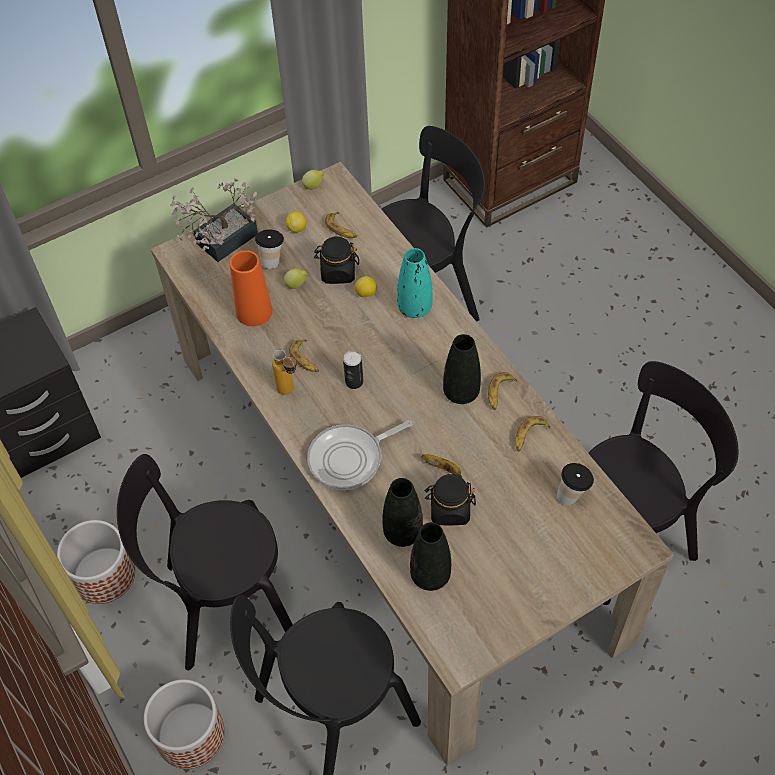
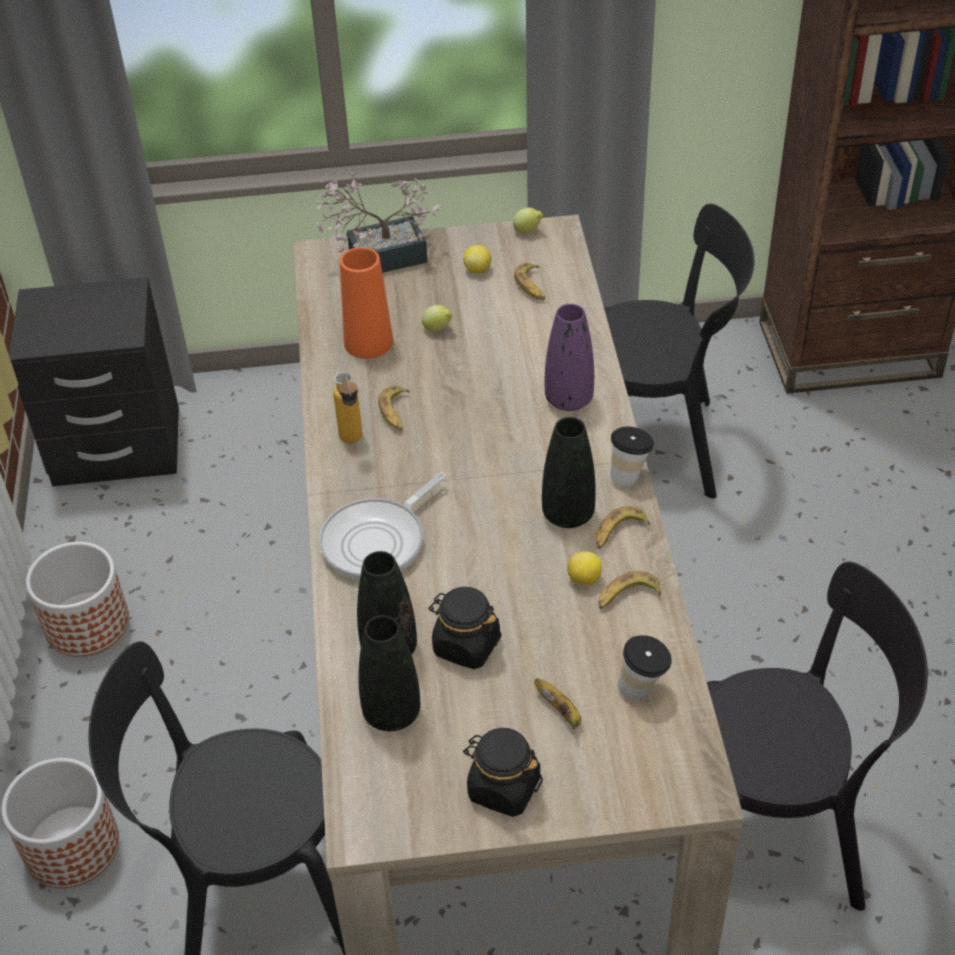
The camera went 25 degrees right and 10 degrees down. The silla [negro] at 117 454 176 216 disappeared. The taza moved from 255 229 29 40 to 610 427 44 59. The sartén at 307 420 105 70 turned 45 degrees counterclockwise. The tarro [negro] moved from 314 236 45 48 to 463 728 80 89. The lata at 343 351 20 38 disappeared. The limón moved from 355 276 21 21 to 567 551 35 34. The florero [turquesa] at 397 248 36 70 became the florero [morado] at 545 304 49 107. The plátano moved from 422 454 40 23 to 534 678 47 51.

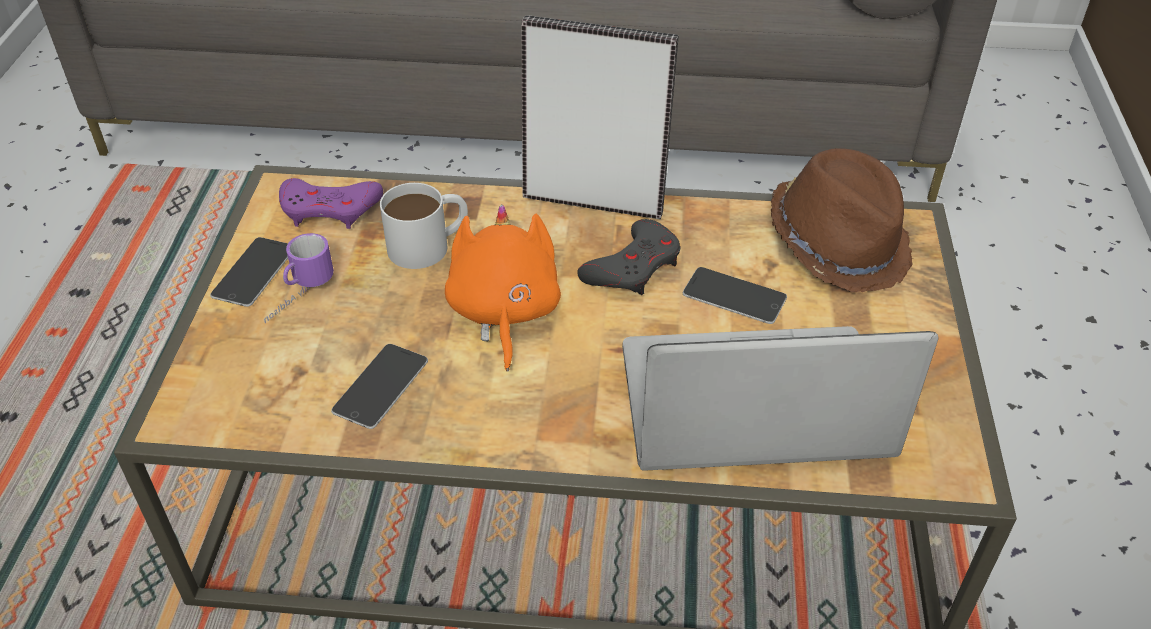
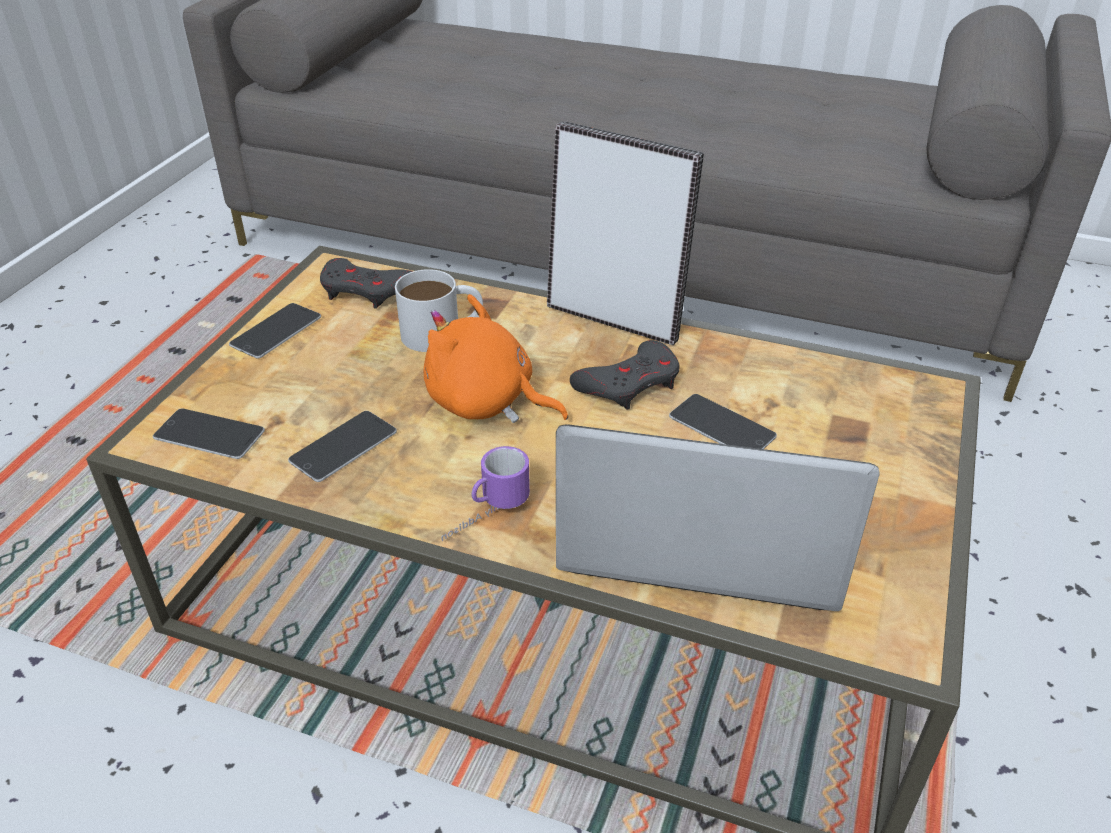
The camera went 15 degrees right and 5 degrees down. The taza grande moved from 264 233 70 90 to 441 446 89 95. The mando de consola [morado] at 279 178 104 51 became the mando de consola [gris] at 320 258 93 51. The peluche [naranja] at 445 205 116 167 turned 75 degrees counterclockwise. The sombrero [marrón] at 771 148 142 144 disappeared. The móvil at 153 409 112 50 appeared.

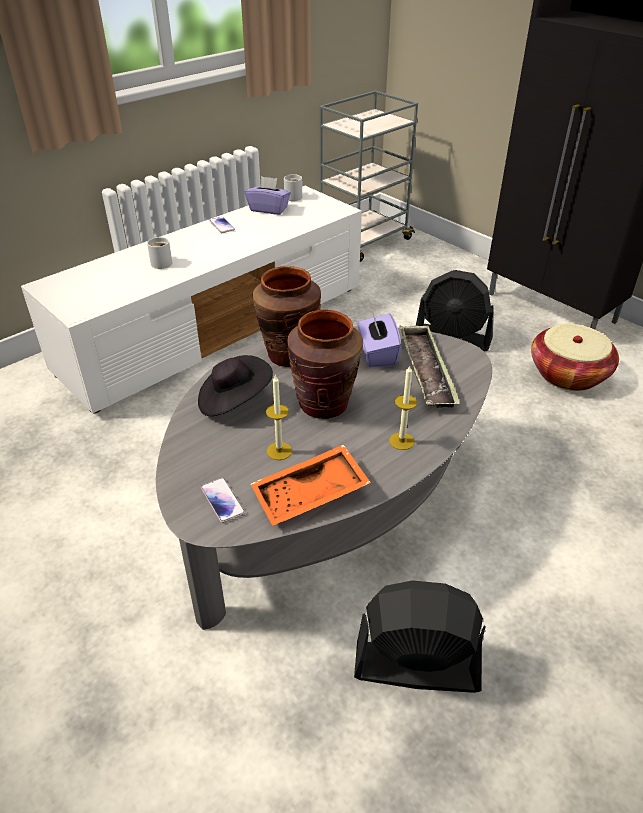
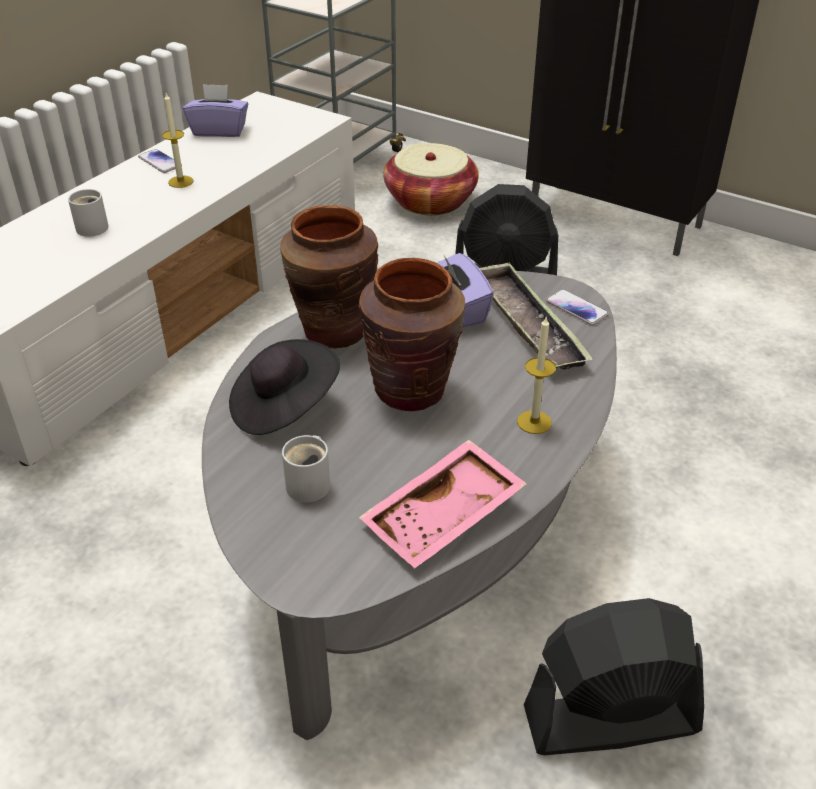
The camera went 15 degrees left and 0 degrees up. The móvil moved from 201 478 44 45 to 546 289 63 36. The bandeja [naranja] at 251 444 120 82 became the bandeja [rosa] at 359 439 168 129. The vela moved from 266 374 26 86 to 162 93 32 95. The taza grande [blanco] moved from 284 174 19 27 to 282 435 48 68. The cesta moved from 531 324 88 67 to 384 143 95 73.

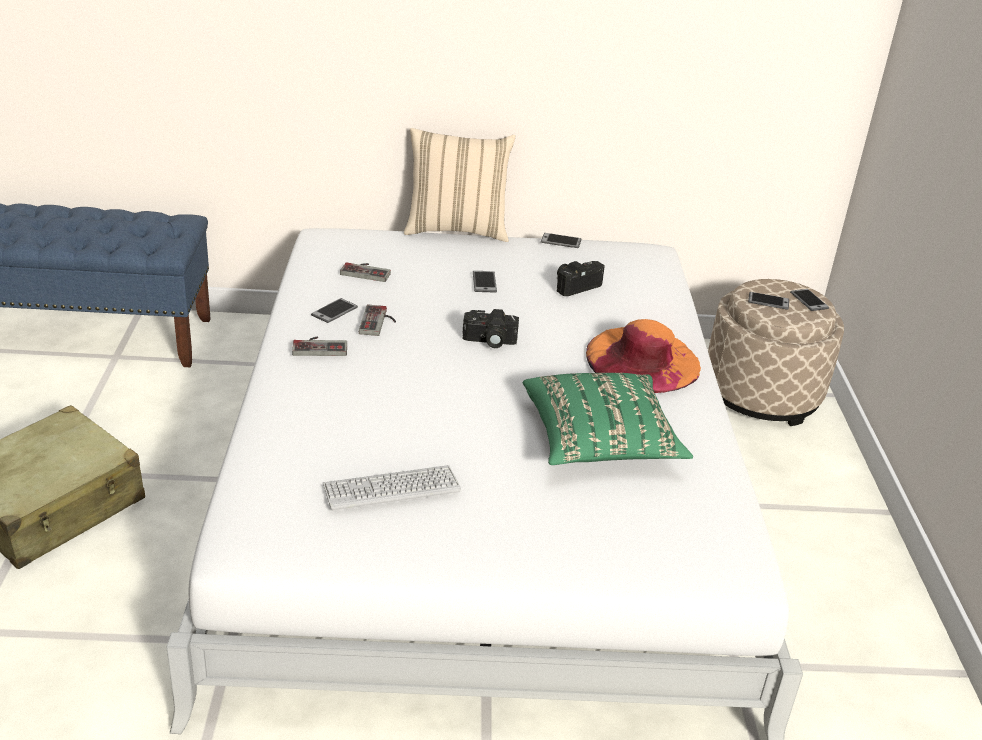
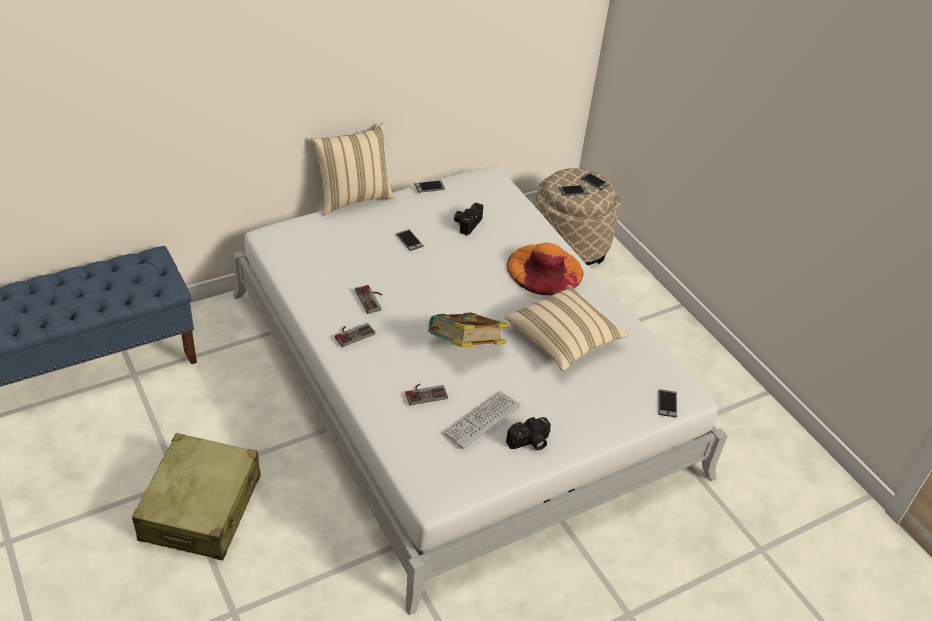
The camera went 30 degrees left and 10 degrees up. The móvil moved from 311 298 47 25 to 659 389 18 29. The mando de consola moved from 340 263 51 19 to 405 383 43 23. The cámara moved from 462 309 57 39 to 506 417 45 33. The cojín [verde] at 523 373 170 92 became the cojín [beis] at 505 285 124 86. The libro at 428 312 81 35 appeared.

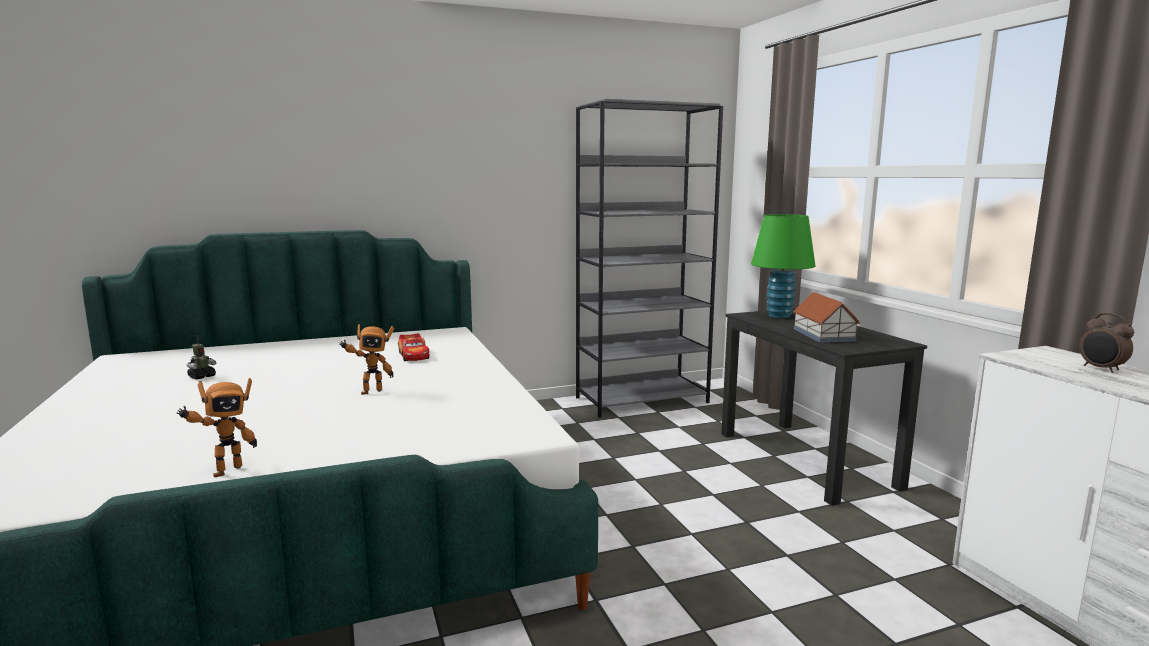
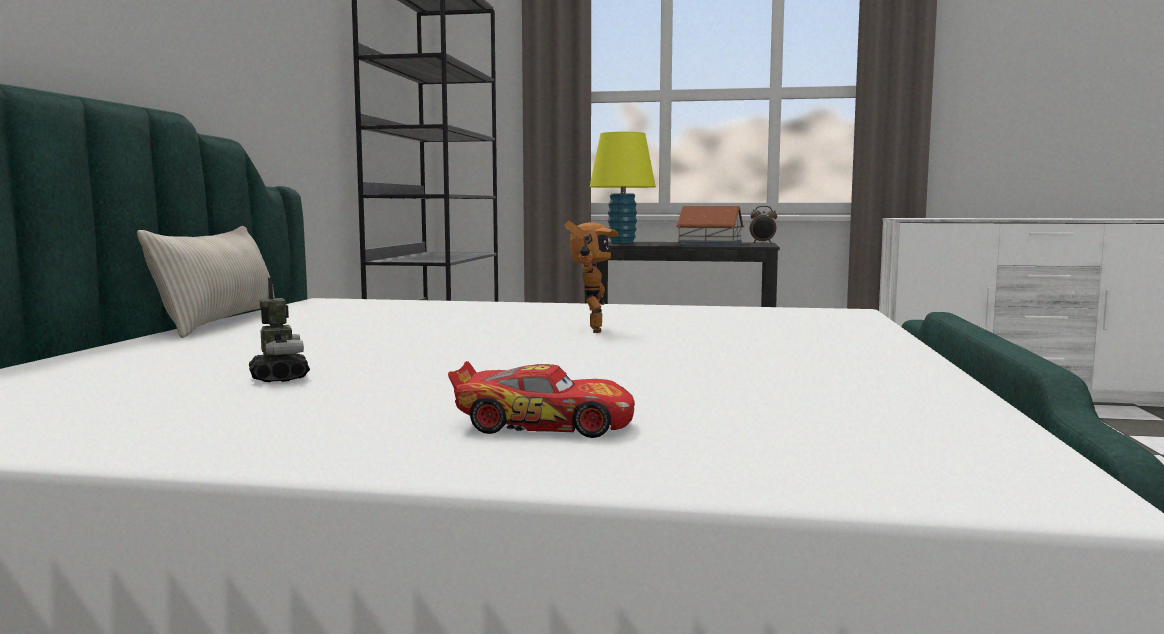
The camera went 60 degrees left and 5 degrees down. The robot de juguete at 177 378 80 100 disappeared. The coche de juguete moved from 398 333 31 28 to 448 361 187 77. The lámpara de mesa [verde] at 751 214 64 104 became the lámpara de mesa [amarillo] at 590 132 66 112. The despertador moved from 1079 313 55 60 to 749 206 28 37. The cojín [beis] at 137 226 138 112 appeared.

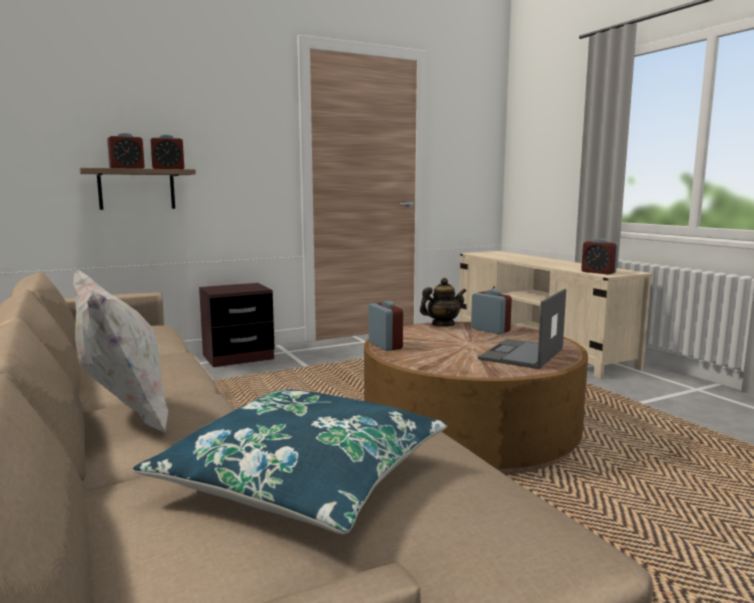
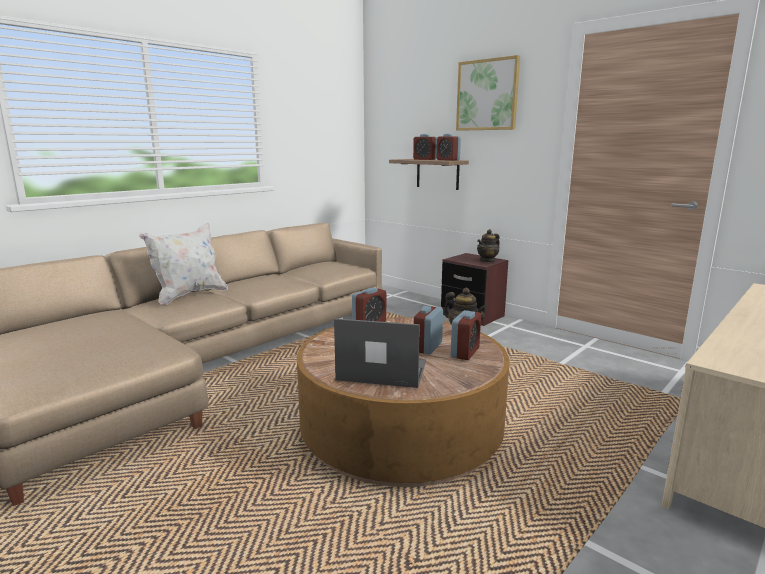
The camera went 70 degrees right and 5 degrees up. The cojín [azul] at 133 389 314 146 disappeared. The despertador moved from 581 239 37 35 to 414 306 29 49. The cuadro at 456 55 64 76 appeared. The tetera at 477 229 23 34 appeared.

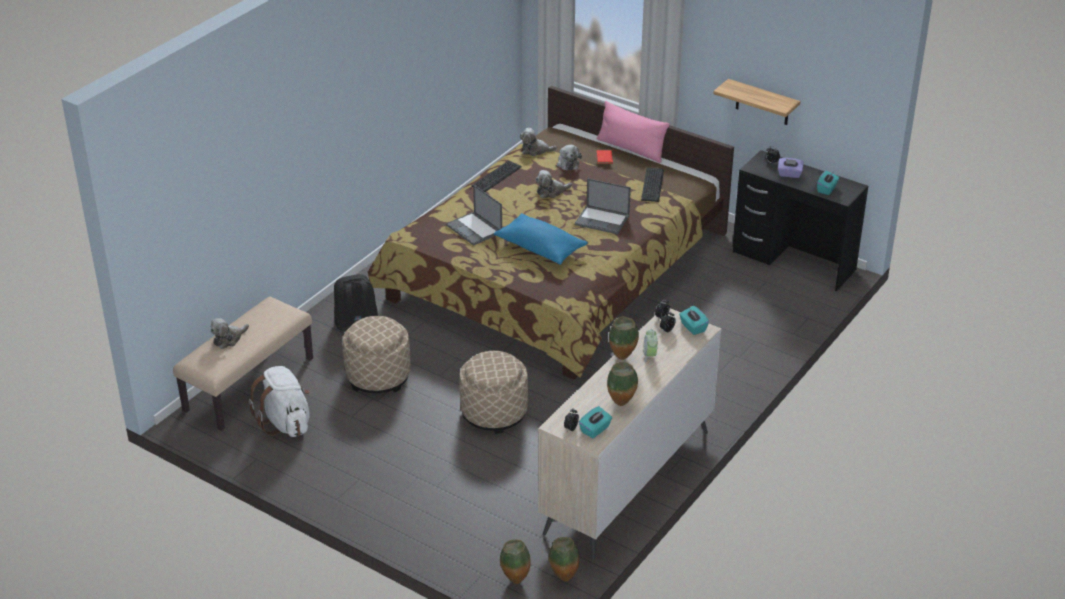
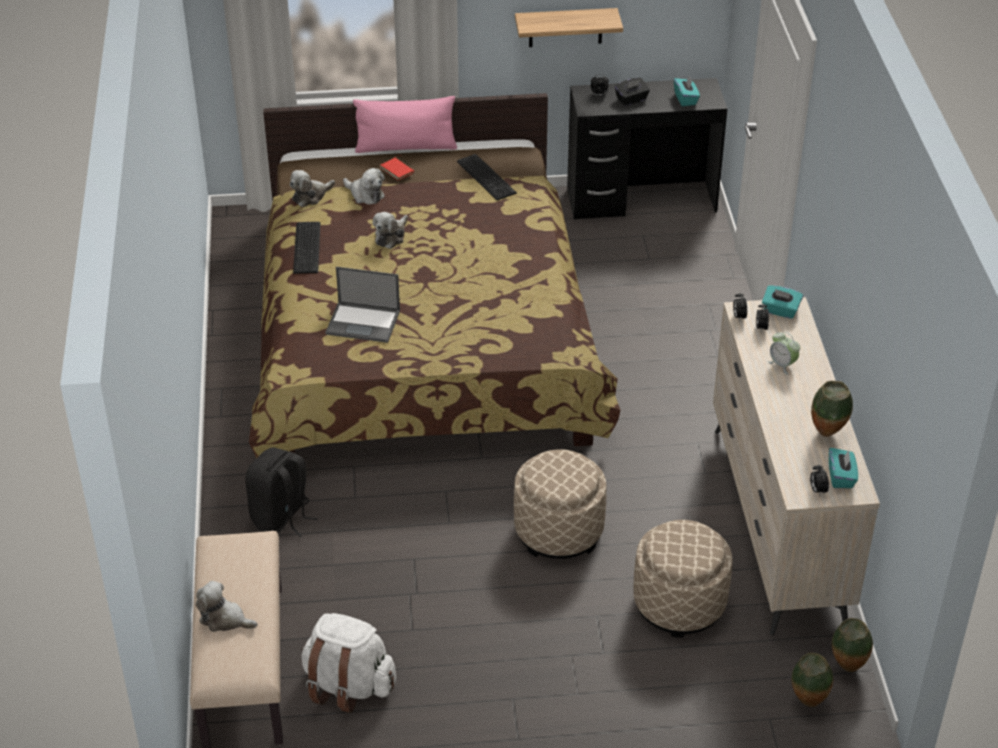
The camera went 40 degrees left and 5 degrees up. The peluche at 211 318 38 31 turned 105 degrees clockwise. The puf [beis] moved from 343 316 68 77 to 633 520 100 118. The cojín [azul] at 494 213 94 52 disappeared. The portátil at 575 178 56 56 disappeared. The florero at 609 317 30 43 disappeared. The caja de pañuelos [morado] at 778 158 26 20 became the caja de pañuelos [negro] at 615 78 35 28.

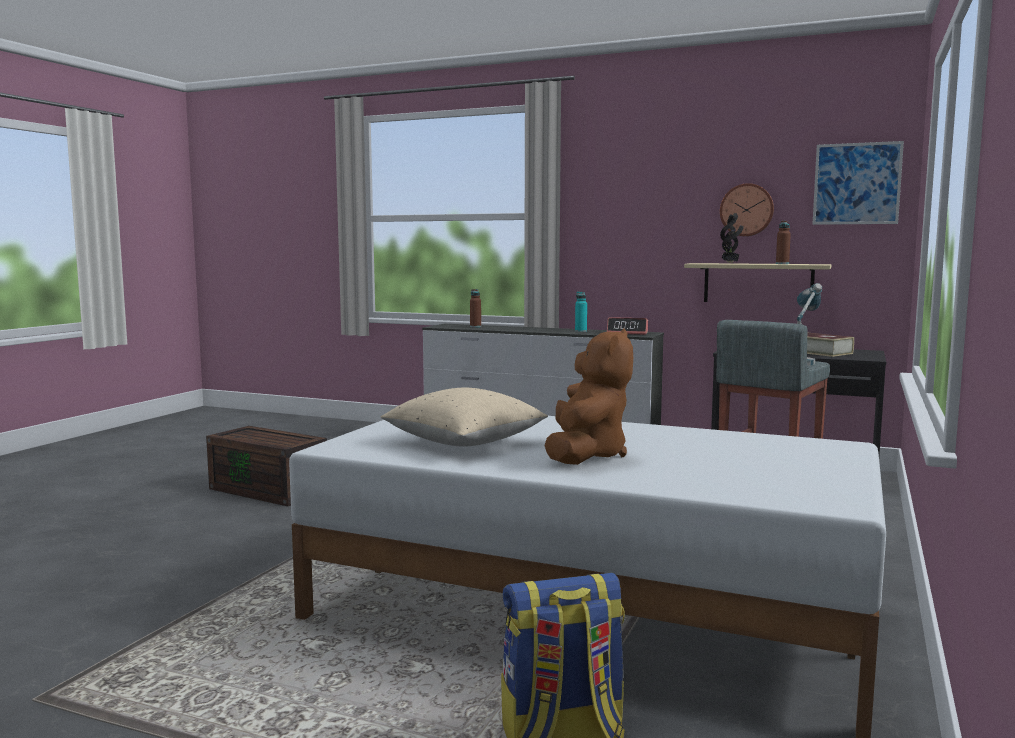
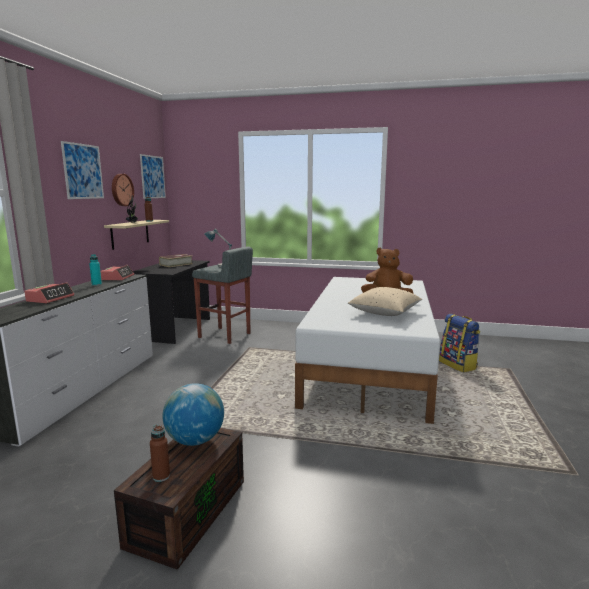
The camera went 100 degrees left and 5 degrees up. The botella [marrón] moved from 470 289 11 38 to 150 425 20 57. The despertador at 24 282 50 21 appeared. The cuadro at 61 141 43 58 appeared. The globo terráqueo at 163 383 61 63 appeared.

